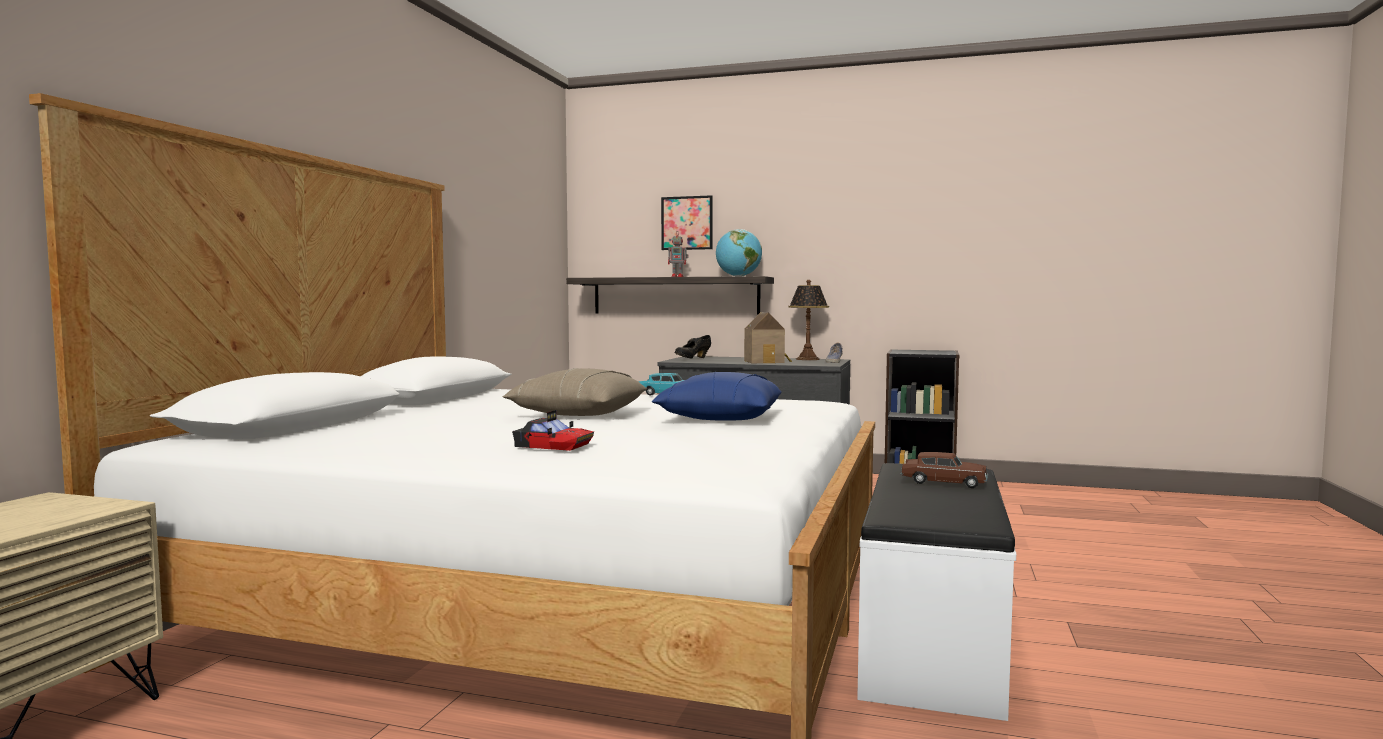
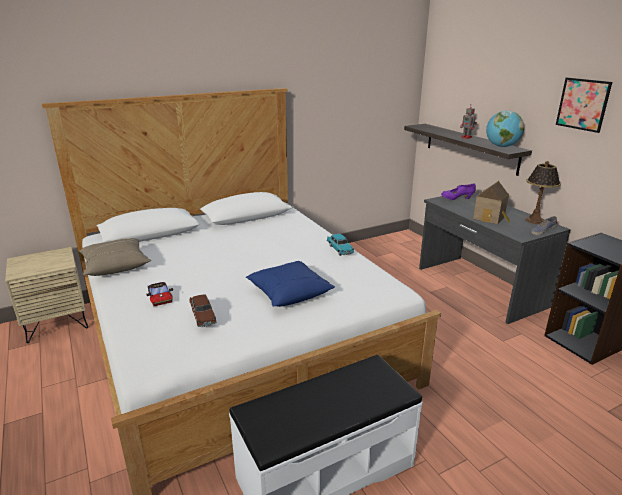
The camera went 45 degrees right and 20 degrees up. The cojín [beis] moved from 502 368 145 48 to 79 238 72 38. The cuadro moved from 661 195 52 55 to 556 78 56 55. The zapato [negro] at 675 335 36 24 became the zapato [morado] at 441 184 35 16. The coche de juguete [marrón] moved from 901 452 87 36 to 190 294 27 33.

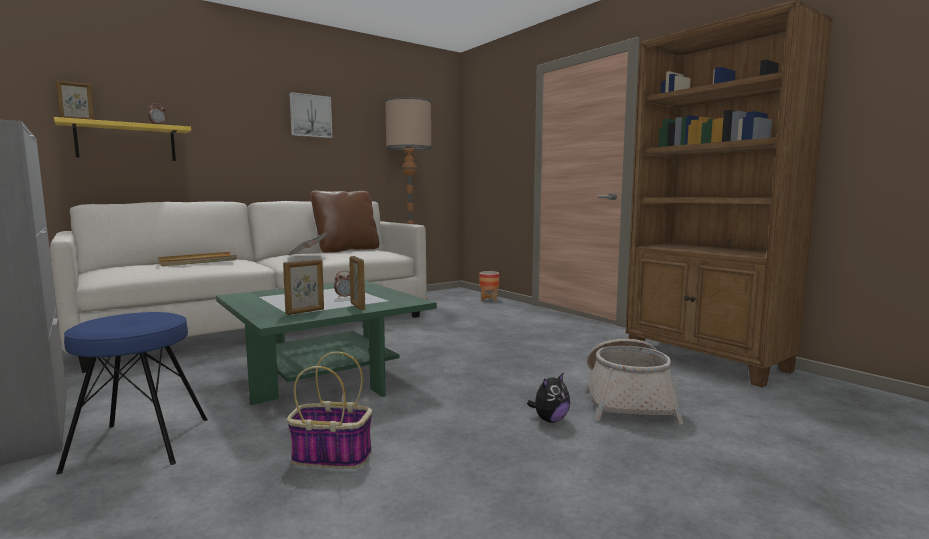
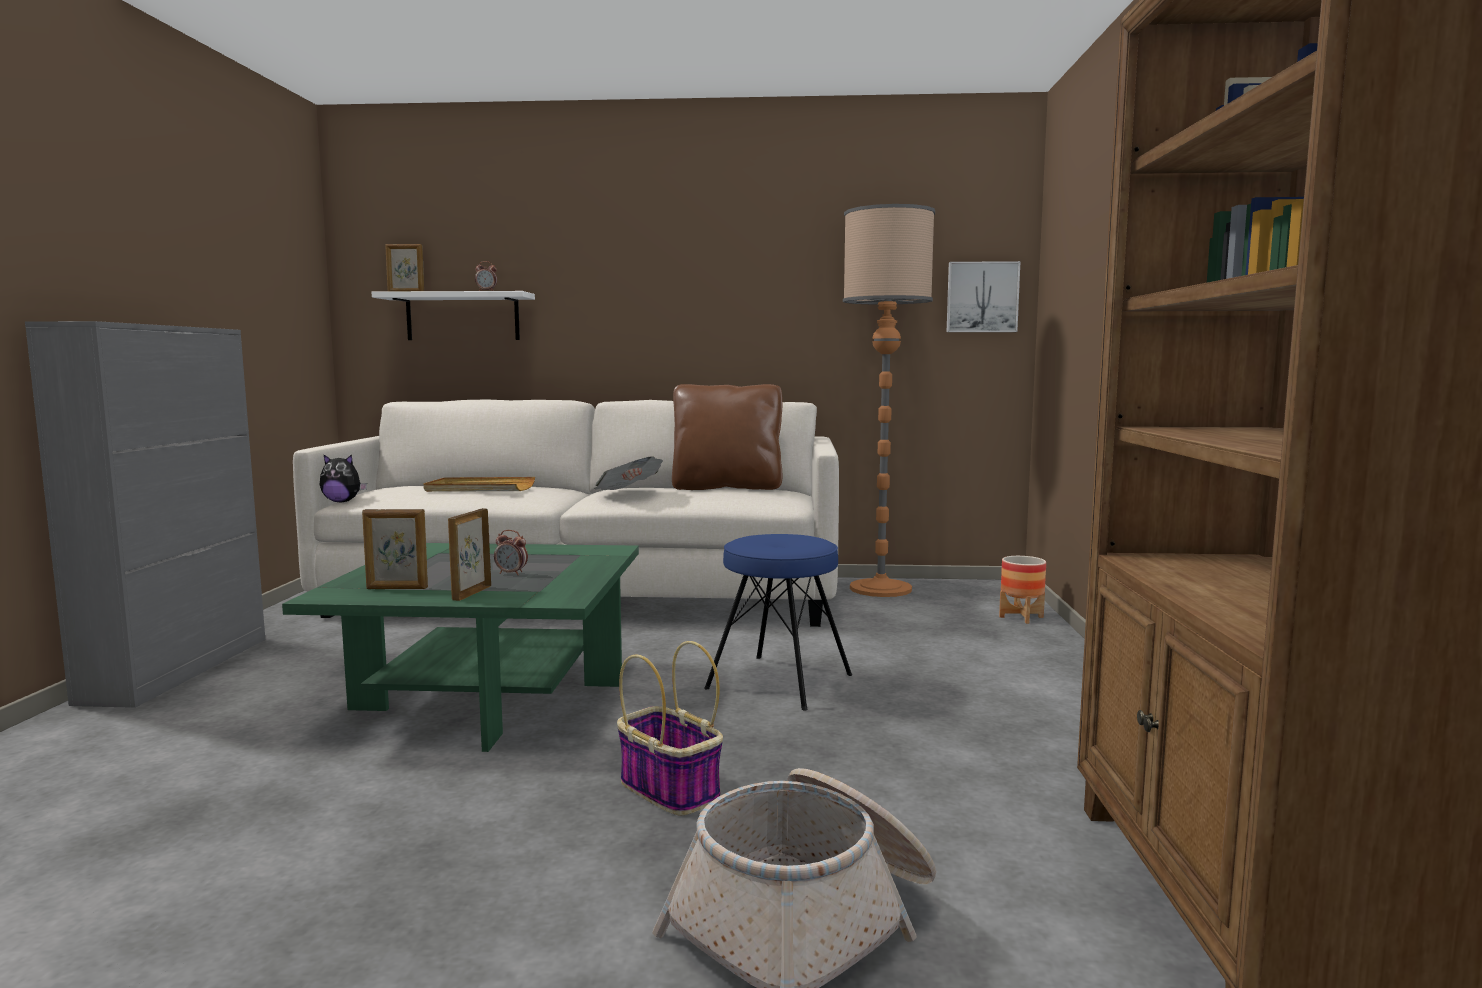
The camera went 40 degrees right and 0 degrees up. The estante [amarillo] at 54 117 137 44 became the estante [blanco] at 372 291 163 49. The taburete [azul] moved from 56 312 152 162 to 704 534 148 177. The cesta moved from 287 351 85 118 to 617 641 106 175. The cuadro moved from 289 92 43 46 to 947 261 74 71. The peluche moved from 527 372 43 51 to 320 454 47 49.

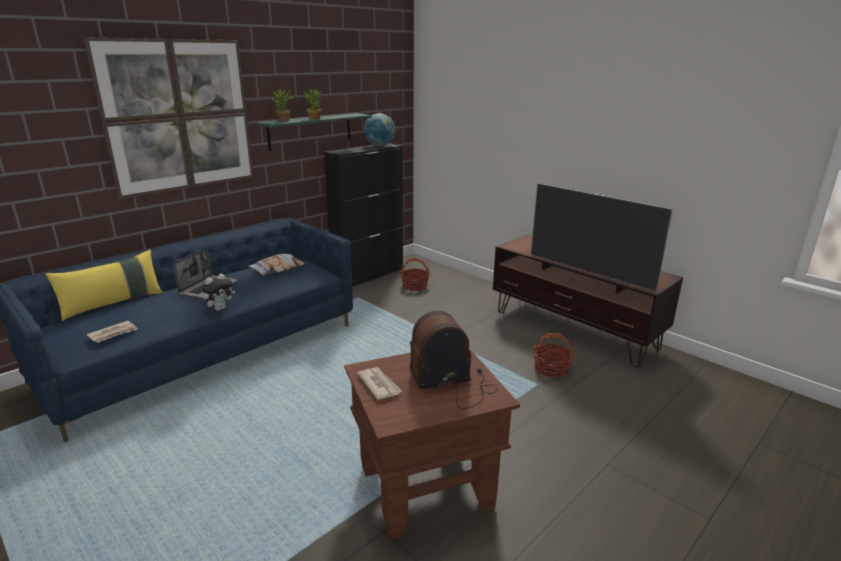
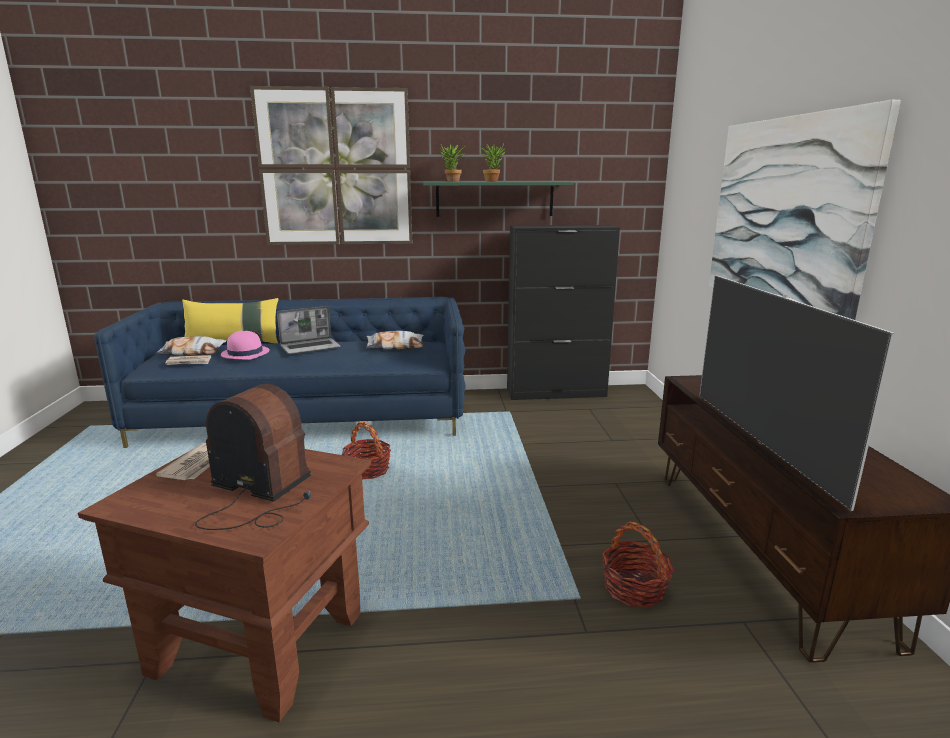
The camera went 40 degrees right and 5 degrees down. The peluche at 202 274 33 37 disappeared. The globo terráqueo at 364 113 32 33 disappeared. The cesta moved from 400 258 30 33 to 342 422 49 57. The cojín at 155 336 71 19 appeared. The sombrero [rosa] at 221 331 49 29 appeared. The cuadro at 709 100 192 220 appeared.

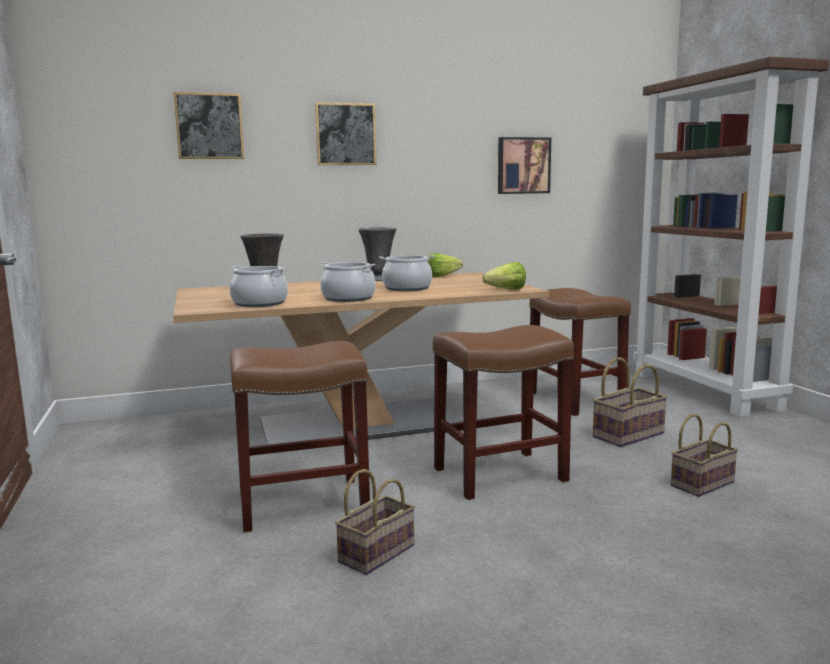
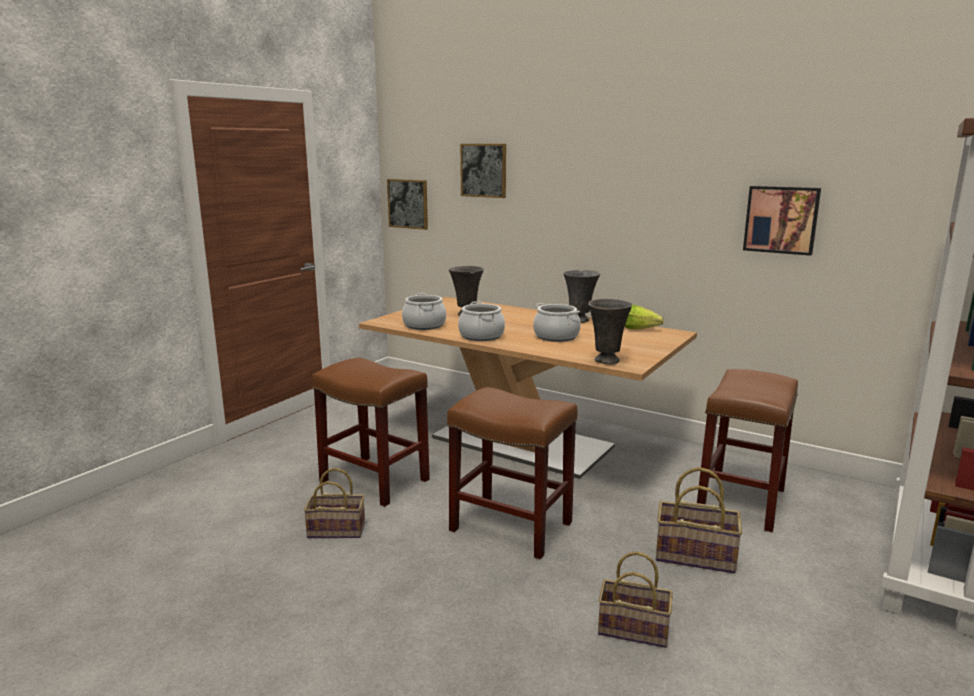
The camera went 50 degrees right and 5 degrees up. The cuadro moved from 315 102 62 63 to 387 179 41 51. The lechuga at 483 262 43 28 was replaced by the florero [gris] at 588 299 44 66.

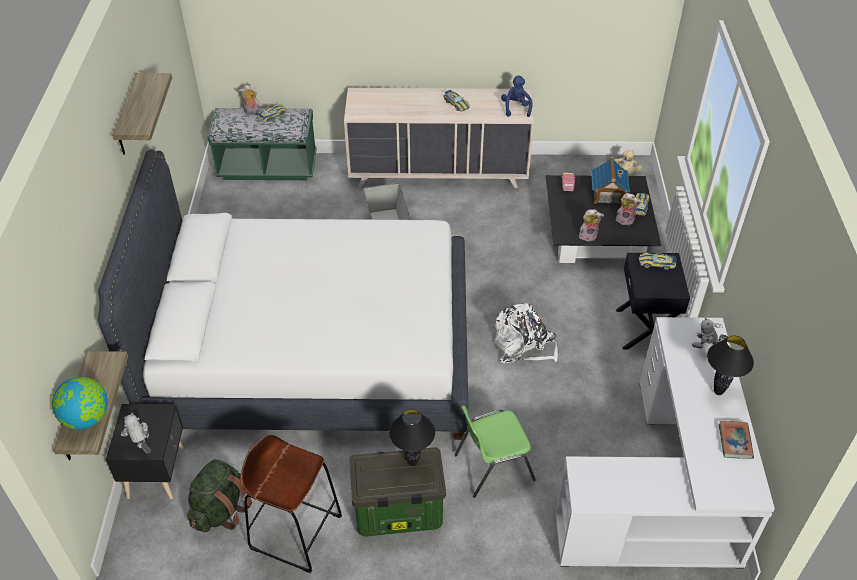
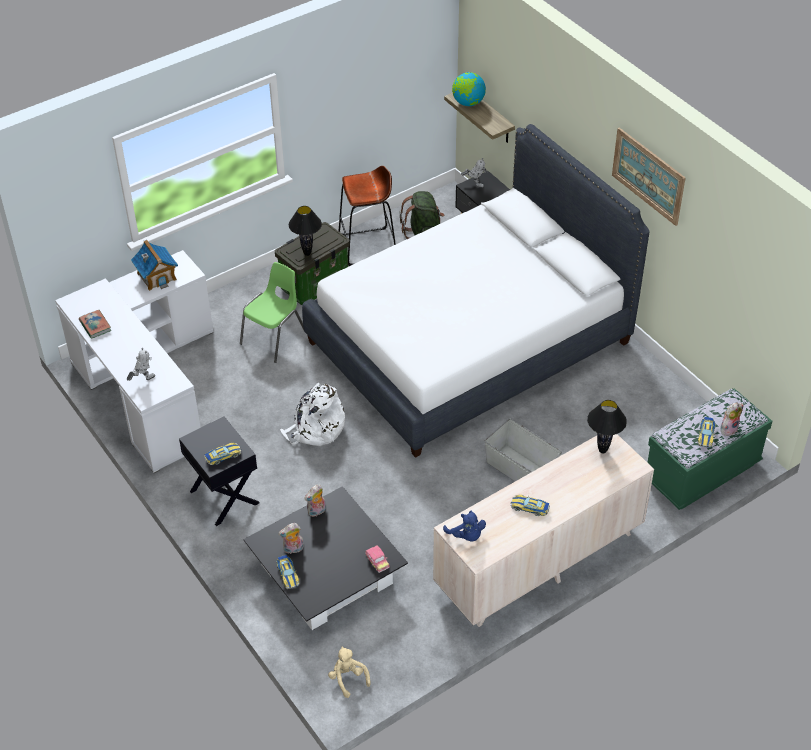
The camera went 145 degrees right and 0 degrees up. The estante at 112 73 60 82 was replaced by the cuadro at 612 128 73 98. The casita moved from 591 157 39 48 to 131 240 47 51. The lámpara de mesa [negro] moved from 707 336 47 59 to 587 400 40 54.

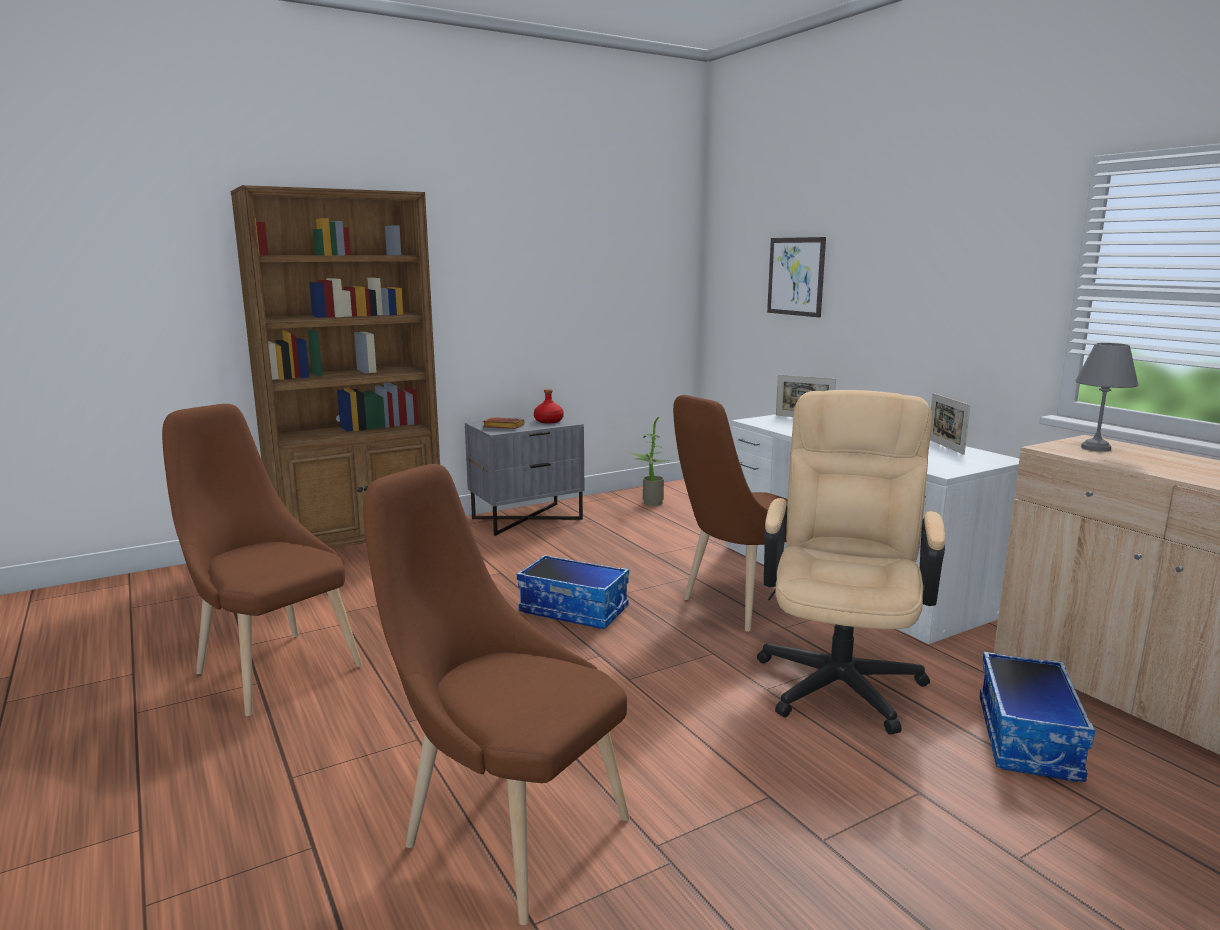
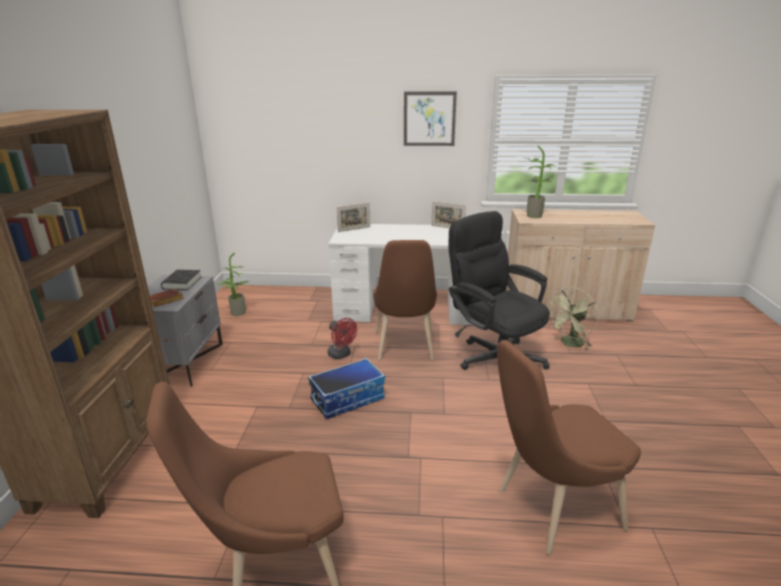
The camera went 55 degrees left and 10 degrees up. The botella [rojo] at 534 389 30 34 was replaced by the libro [negro] at 161 269 41 21. The silla de oficina [beis] at 757 390 188 344 became the silla de oficina [negro] at 449 211 101 159. The cuadro moved from 767 237 59 81 to 404 91 53 55. The caja de almacenaje at 979 652 116 130 was replaced by the ventilador [verde] at 550 288 48 62. The lámpara de mesa [gris] at 1075 343 63 109 was replaced by the planta en maceta at 520 145 36 73. The ventilador [rojo] at 328 318 29 41 appeared.

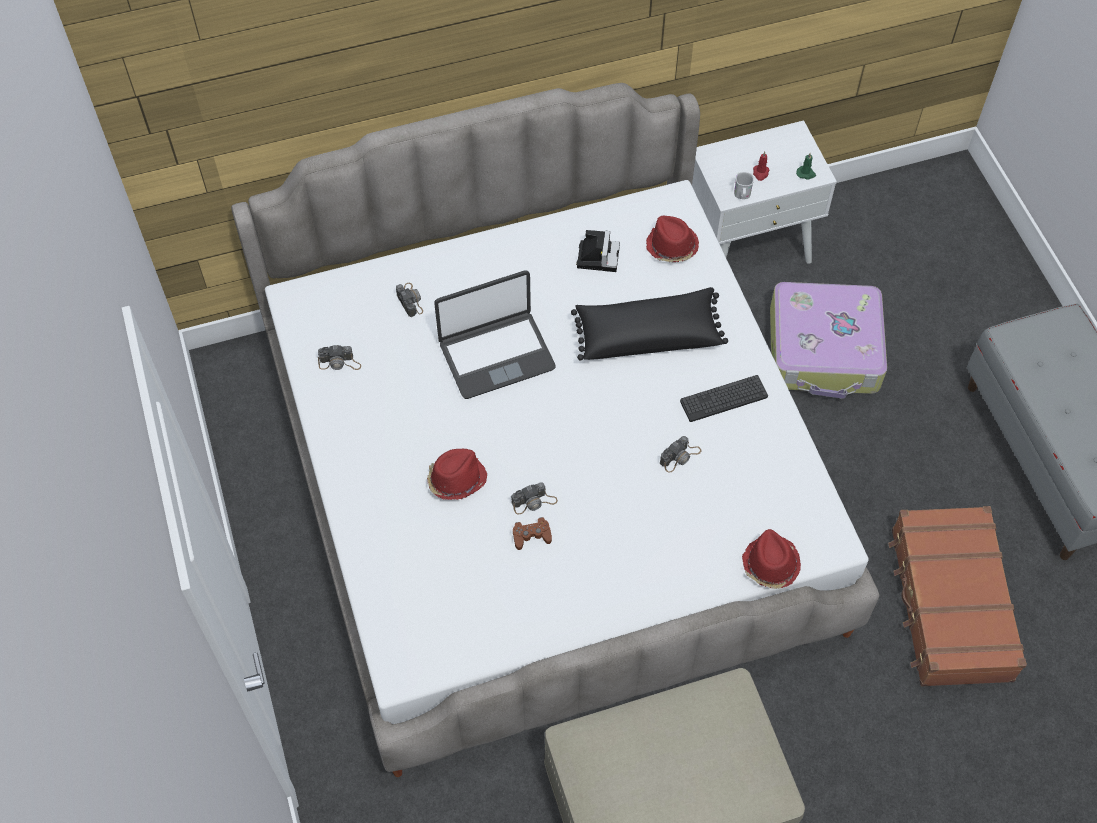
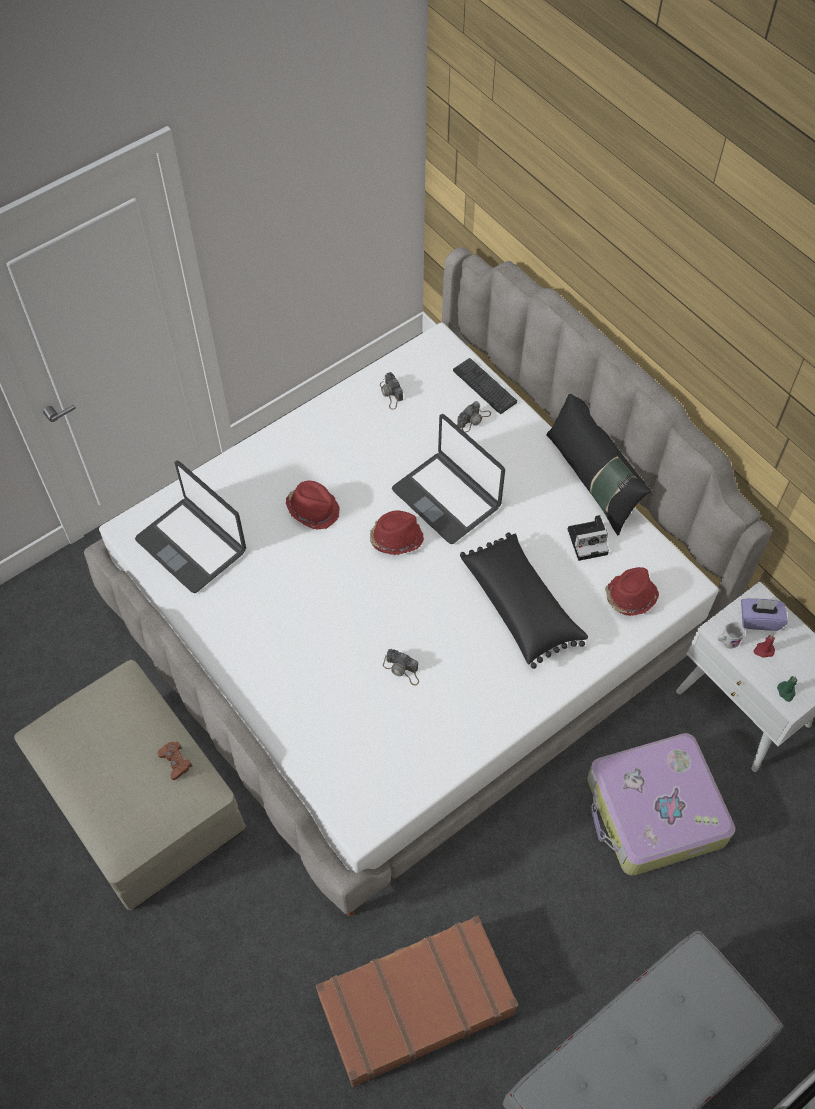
The camera went 70 degrees right and 0 degrees up. The cámara at 511 482 47 32 disappeared. The mando de consola [marrón] moved from 513 517 39 33 to 158 742 35 38. The teclado moved from 680 375 88 47 to 453 358 64 56. The sombrero [rojo] moved from 742 529 59 60 to 370 511 54 44. The portátil at 135 461 111 132 appeared. The cojín [negro] at 546 394 105 141 appeared. The caja de pañuelos [morado] at 741 598 47 33 appeared.

